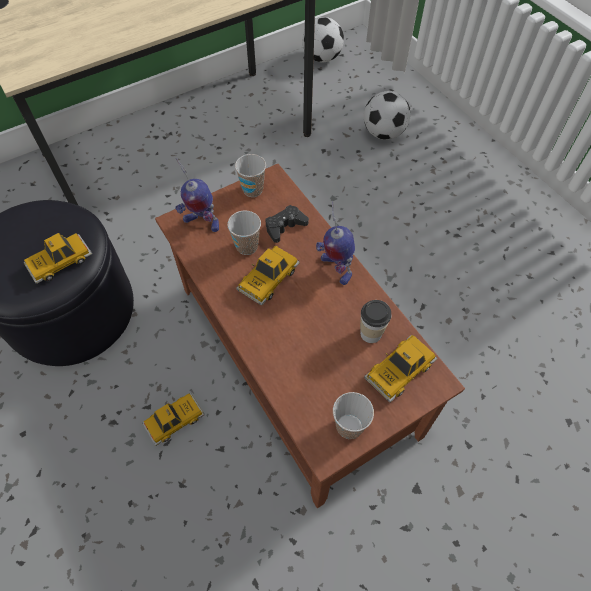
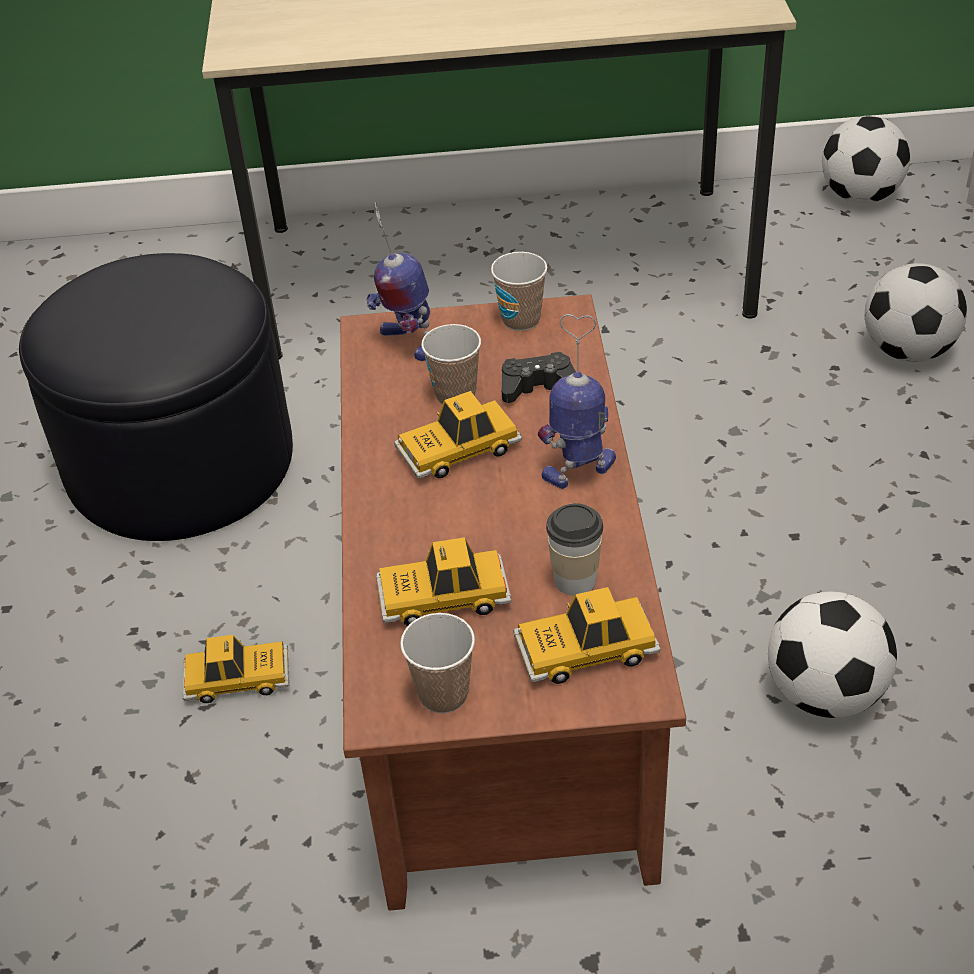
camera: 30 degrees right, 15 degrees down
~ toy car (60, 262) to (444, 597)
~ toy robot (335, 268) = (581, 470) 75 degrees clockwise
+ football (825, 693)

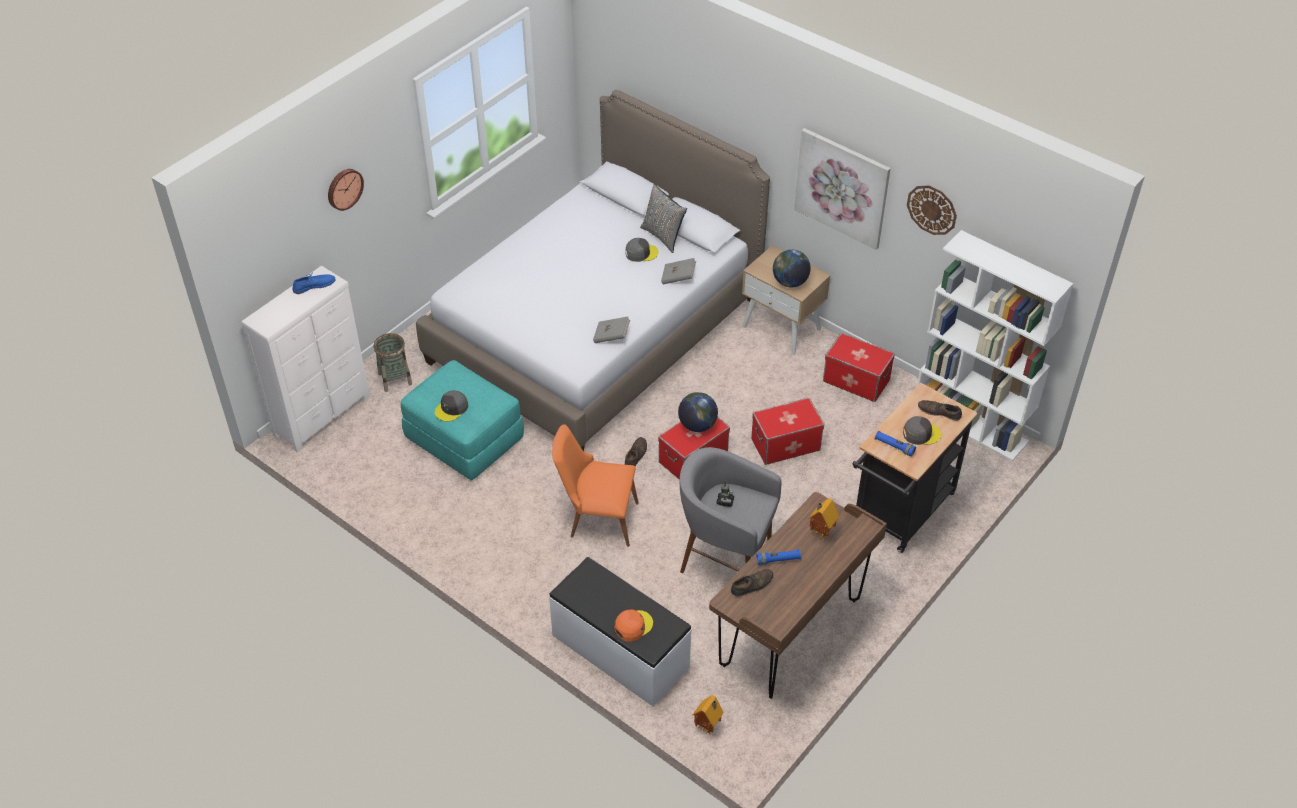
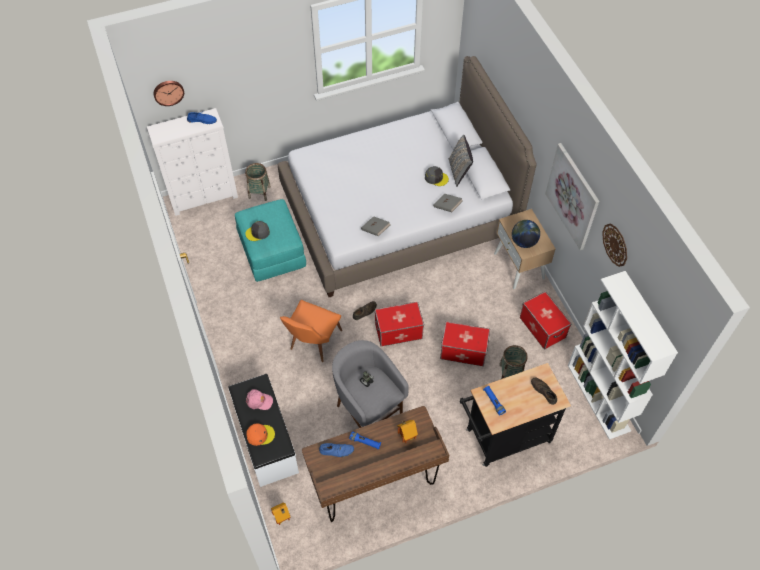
camera: 30 degrees right, 10 degrees up
~ wall clock (344, 188) to (168, 92)
+ pink cap (259, 401)
~ orange chair (596, 518) = (312, 343) 105 degrees counterclockwise
~ brown shoe (752, 585) to blue shoe (336, 450)
+ basket (510, 373)
- globe (697, 425)
- grey cap (921, 433)

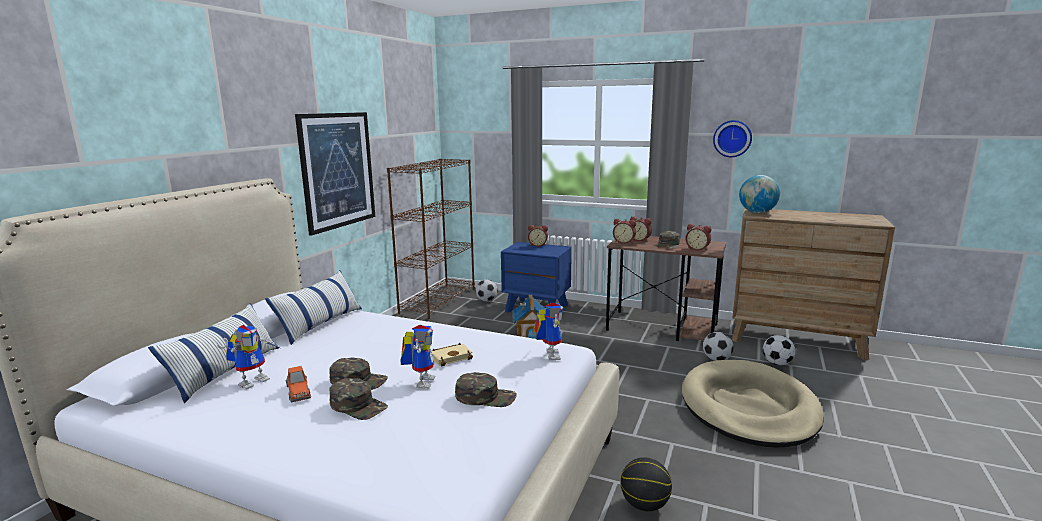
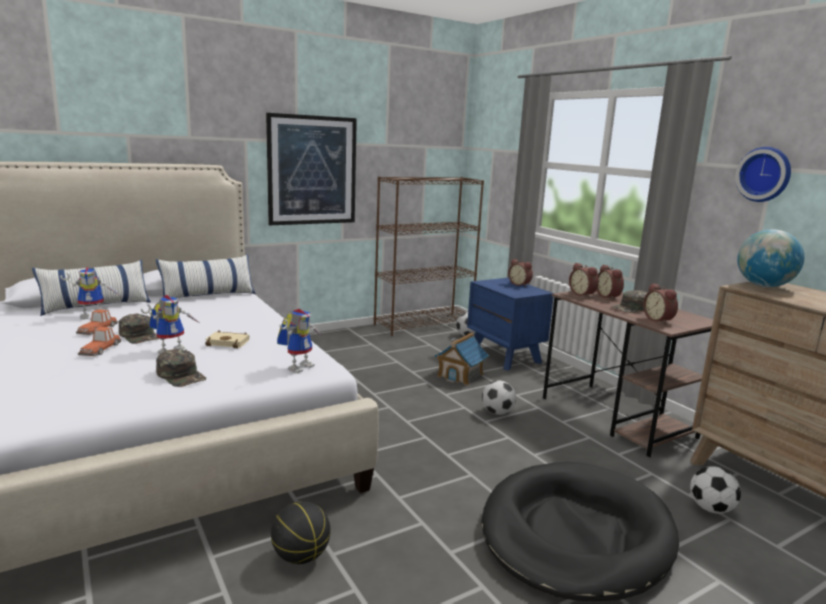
camera: 35 degrees right, 0 degrees up
~ green cap (358, 406) to toy car (100, 349)
~ beige dog bed (748, 408) to black dog bed (575, 534)
~ football (716, 359) to (497, 413)

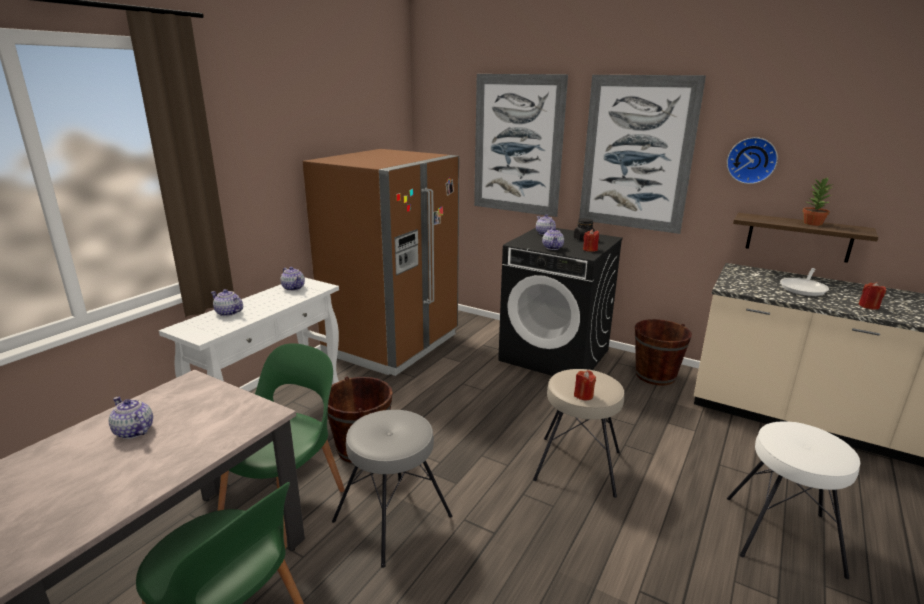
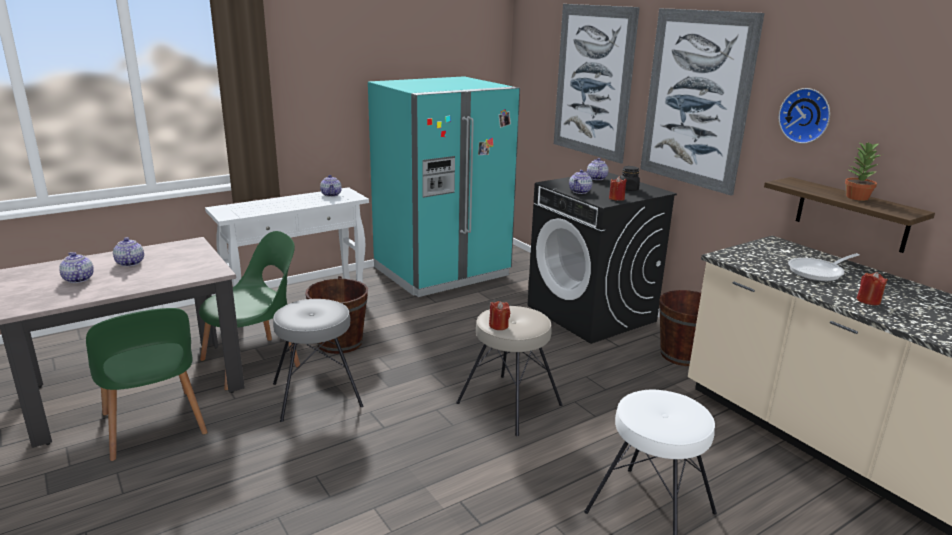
camera: 25 degrees right, 0 degrees up
~ teapot (228, 313) to (78, 279)
~ brown fridge (392, 344) to turquoise fridge (442, 272)

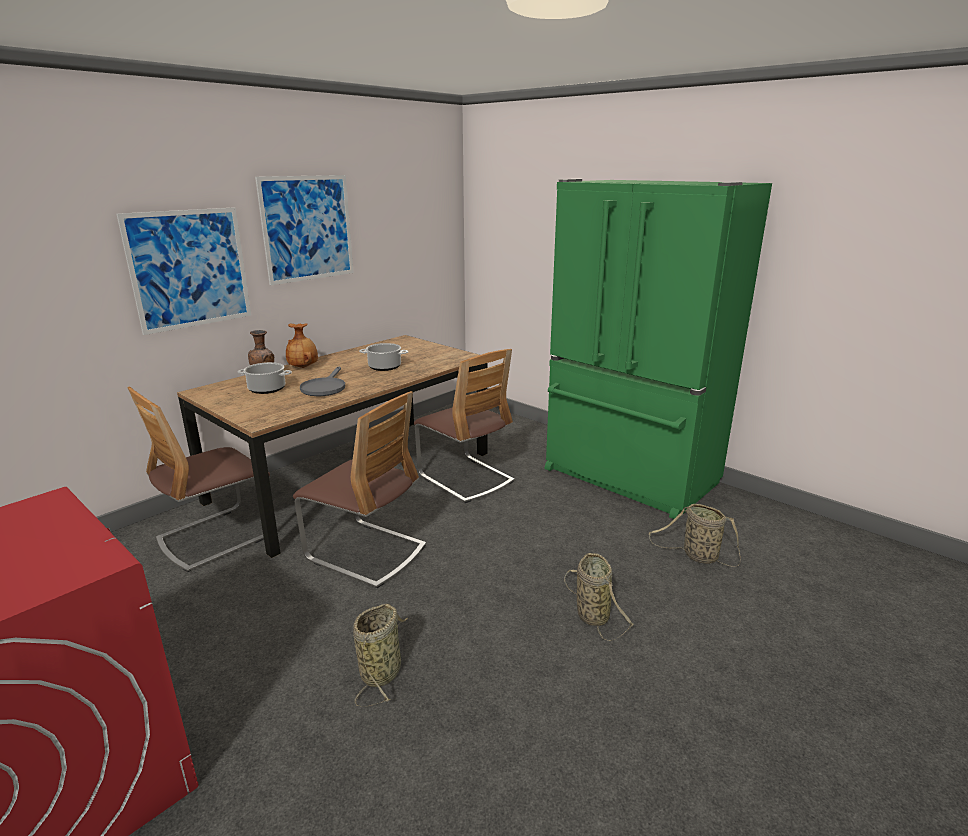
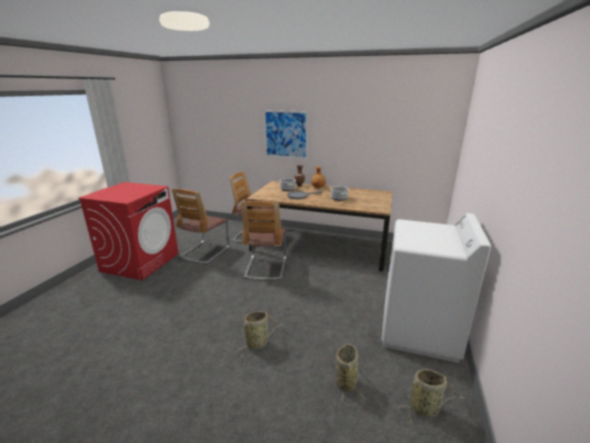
camera: 65 degrees right, 0 degrees up
~ chair (465, 478) to (205, 252)
~ green fridge (628, 478) to white washing machine (419, 331)
~ basket (382, 671) to (426, 408)
- picture (307, 228)

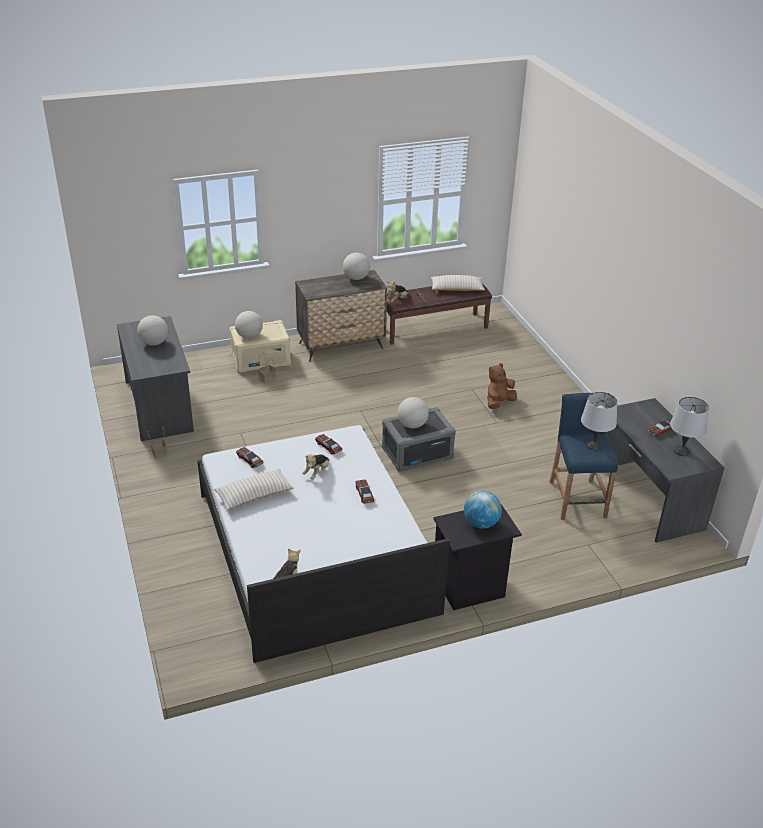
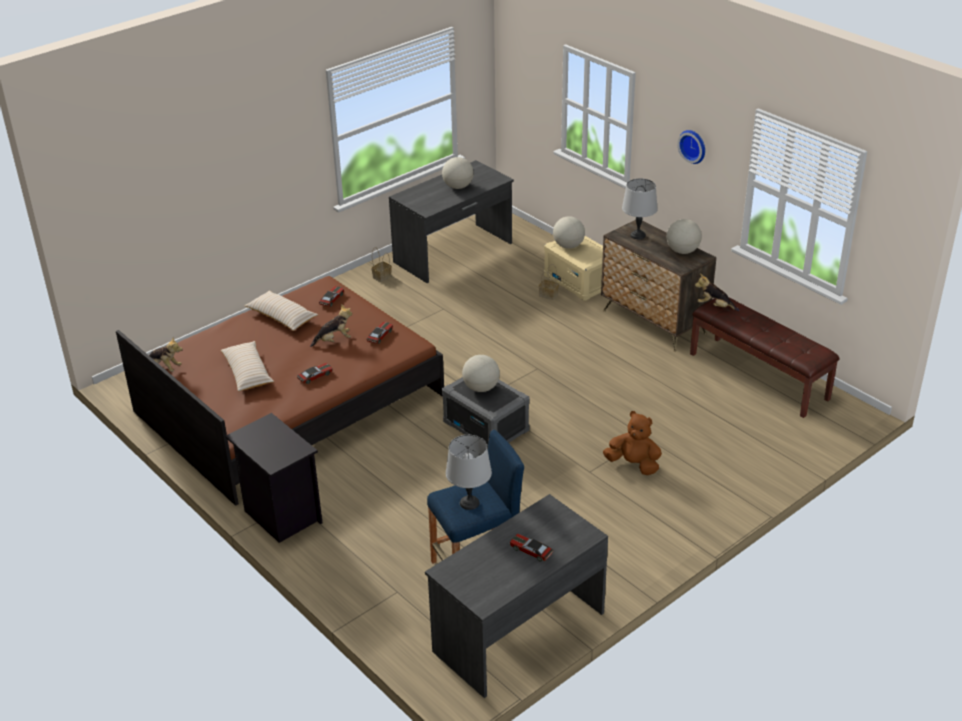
camera: 70 degrees right, 0 degrees up
~ white bed (315, 551) to brown bed (289, 403)
~ beige pillow (457, 289) to (247, 373)
~ plush toy (317, 472) = (334, 340) 150 degrees clockwise
~ grey table lamp (681, 451) to (638, 235)
+ wall clock (693, 146)
- globe (481, 523)

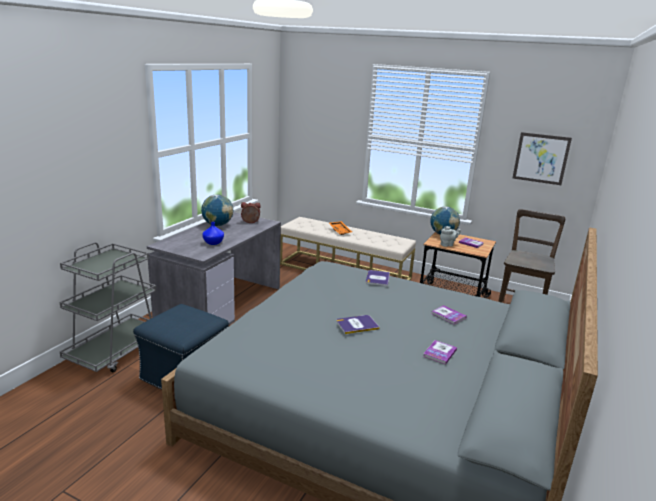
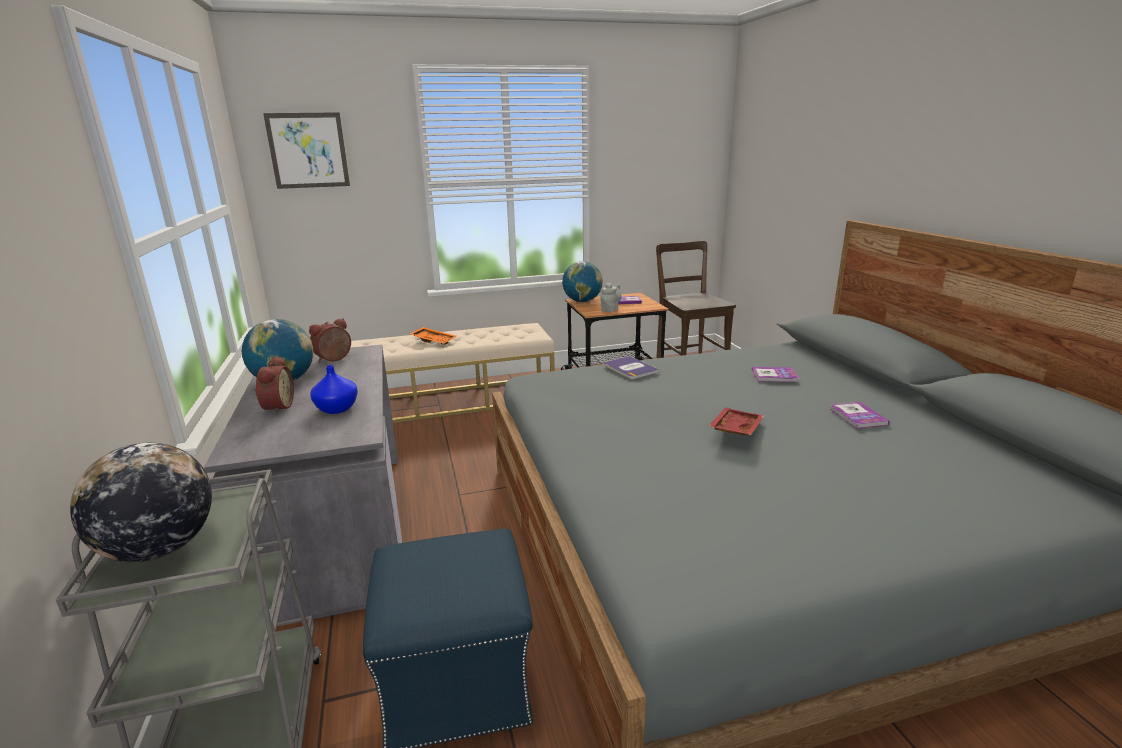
camera: 40 degrees left, 0 degrees up
+ globe (160, 549)
+ alarm clock (276, 407)
~ picture (541, 158) to (308, 150)
~ book (357, 325) to red tray (734, 429)

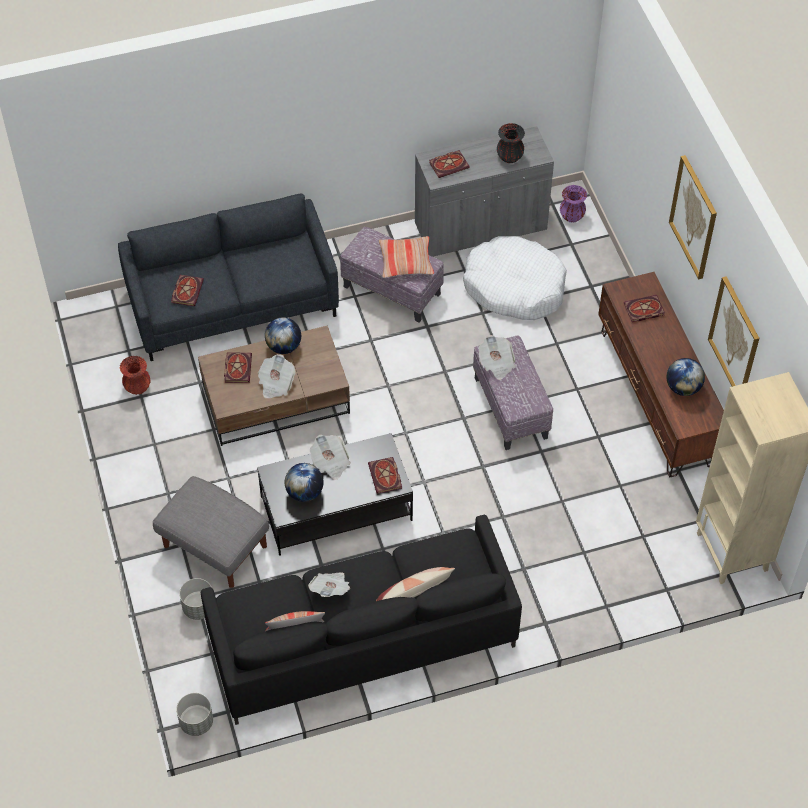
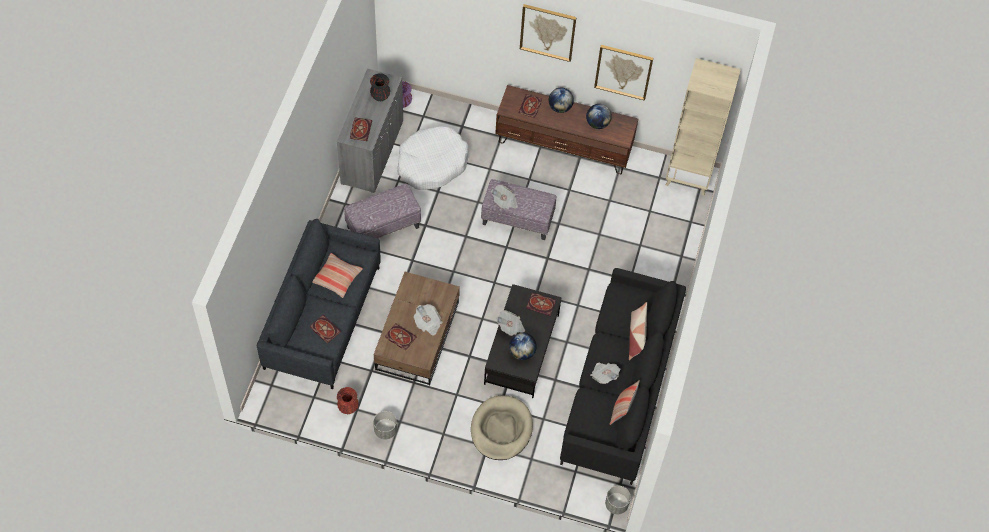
camera: 60 degrees left, 5 degrees up
~ pillow (406, 262) to (337, 278)
~ grey planter (198, 607) to (385, 430)
~ grey ottoman (214, 546) to beige dog bed (501, 429)
~ globe (284, 346) to (560, 107)

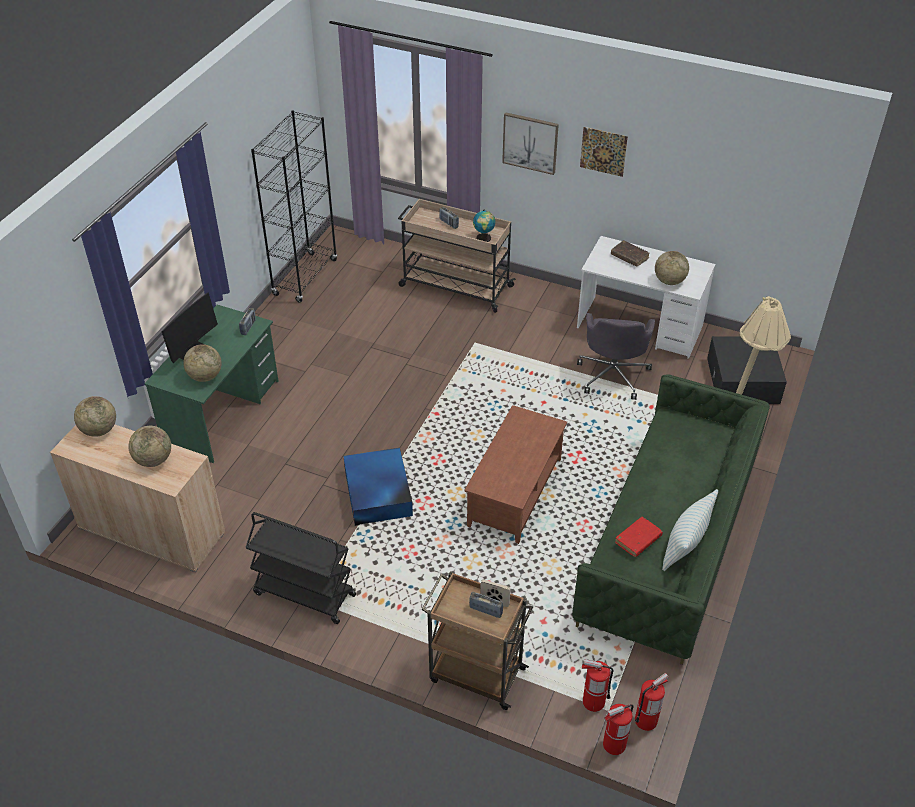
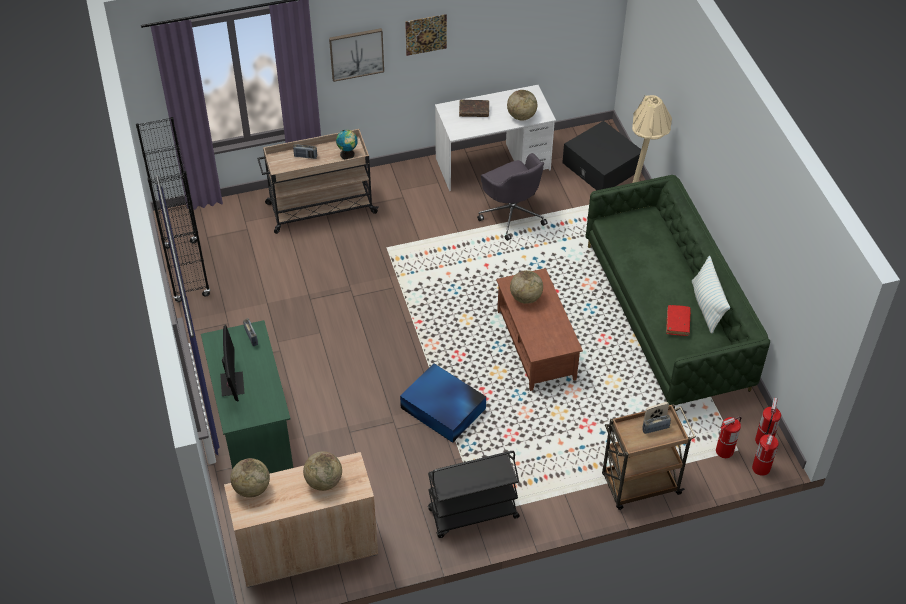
camera: 40 degrees left, 5 degrees up
~ globe (205, 376) to (525, 297)

